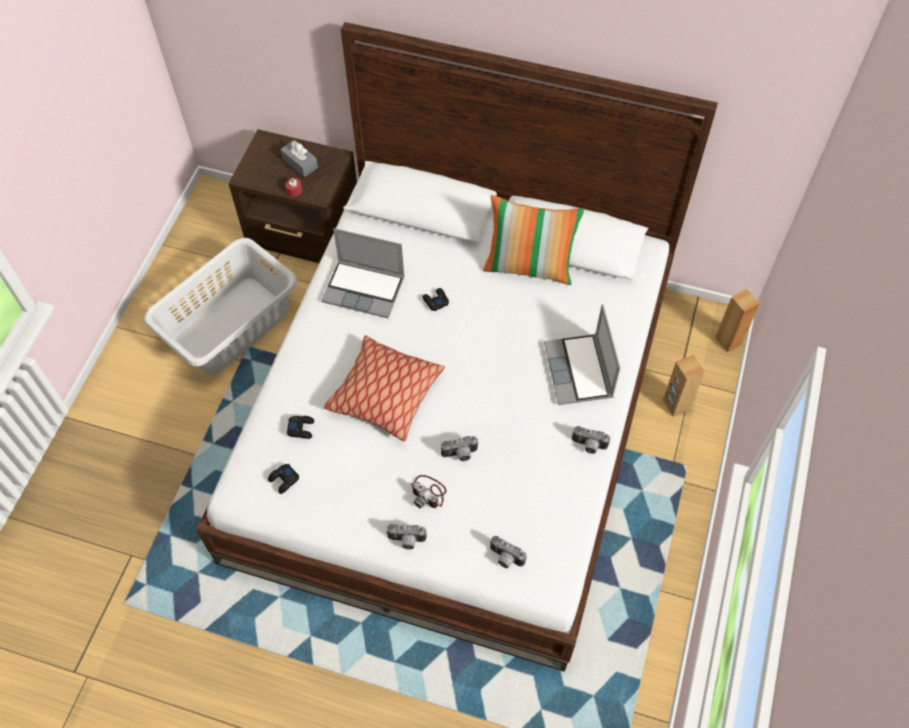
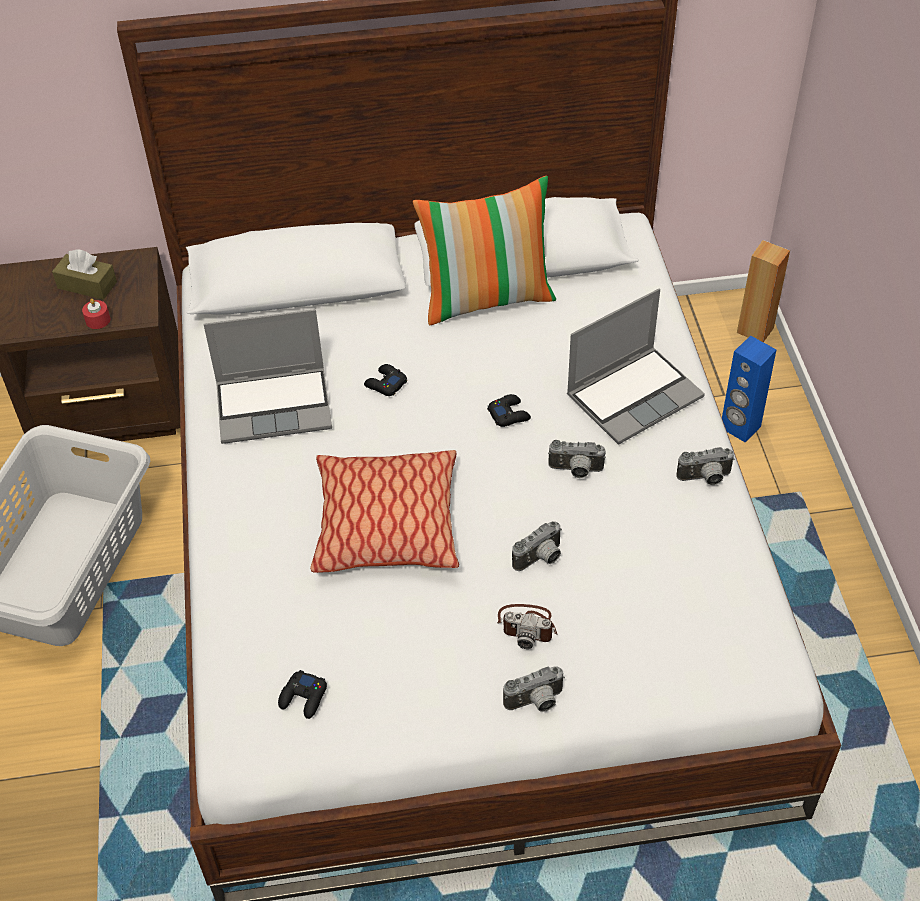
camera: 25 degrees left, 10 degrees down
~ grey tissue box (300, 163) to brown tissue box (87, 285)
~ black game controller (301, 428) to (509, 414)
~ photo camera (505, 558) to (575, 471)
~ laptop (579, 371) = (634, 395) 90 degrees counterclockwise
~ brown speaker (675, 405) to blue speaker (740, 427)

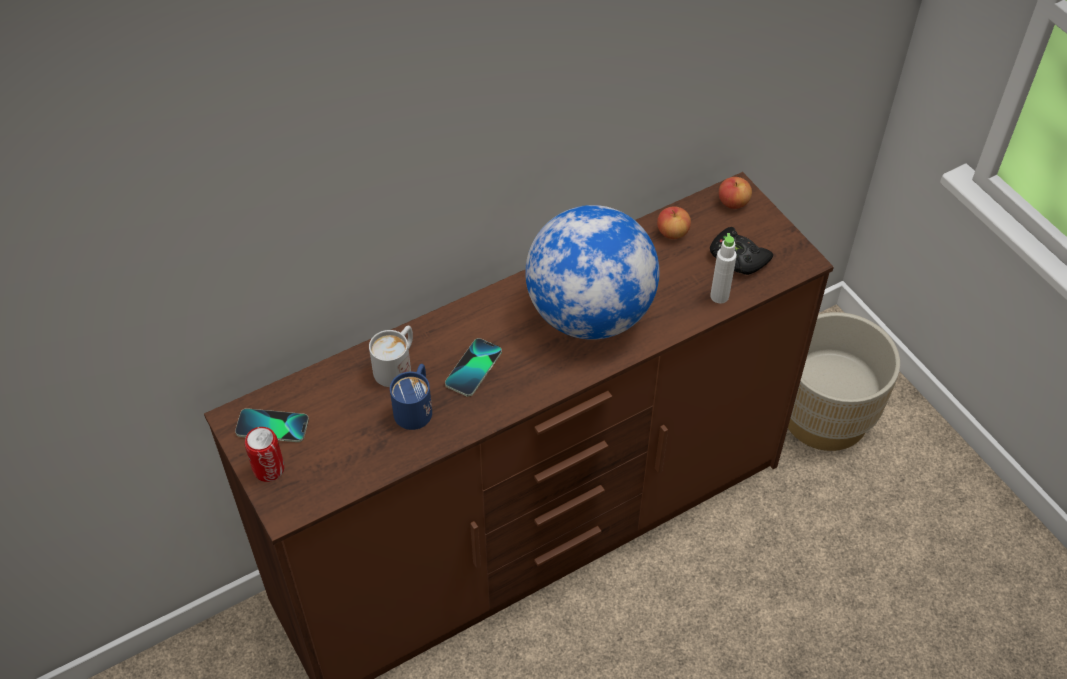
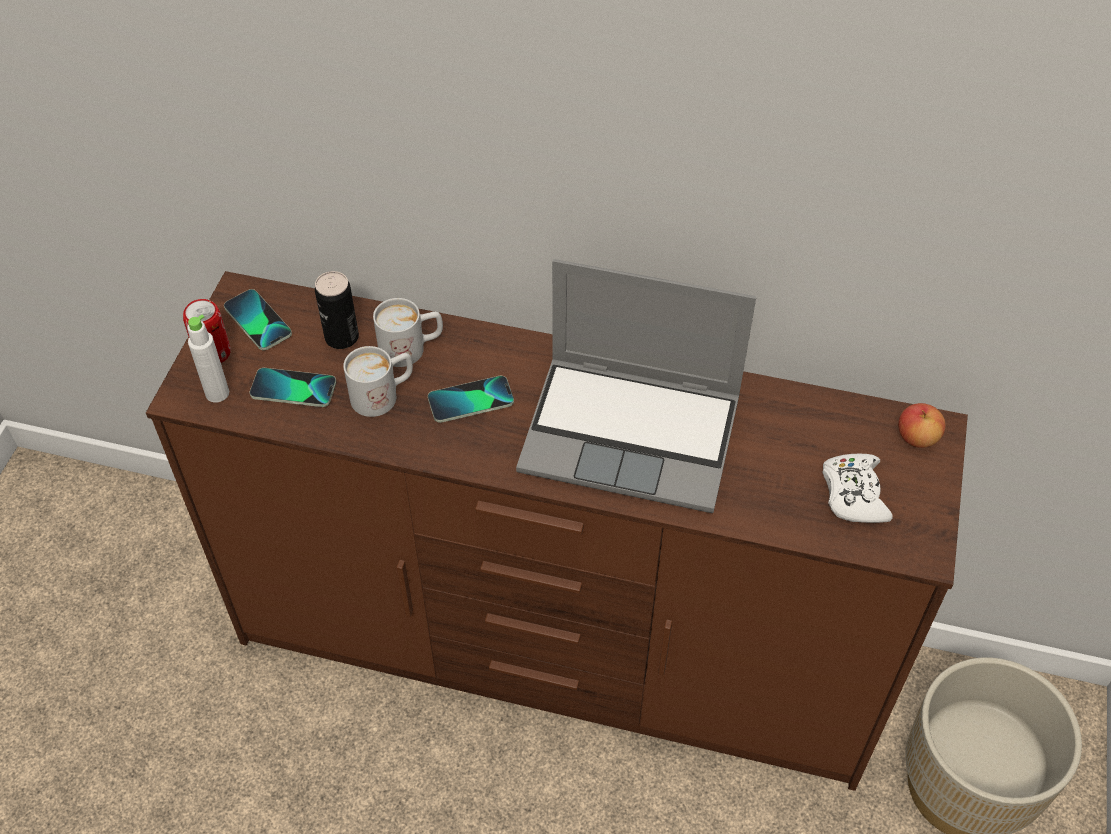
camera: 45 degrees right, 0 degrees up
~ white bottle (719, 296) to (217, 393)
+ phone (293, 389)
+ can (342, 337)
~ blue mug (416, 406) to white mug (383, 394)
~ globe (589, 314) to laptop (633, 434)
~ black game controller (738, 257) to white game controller (853, 494)
- apple (672, 232)

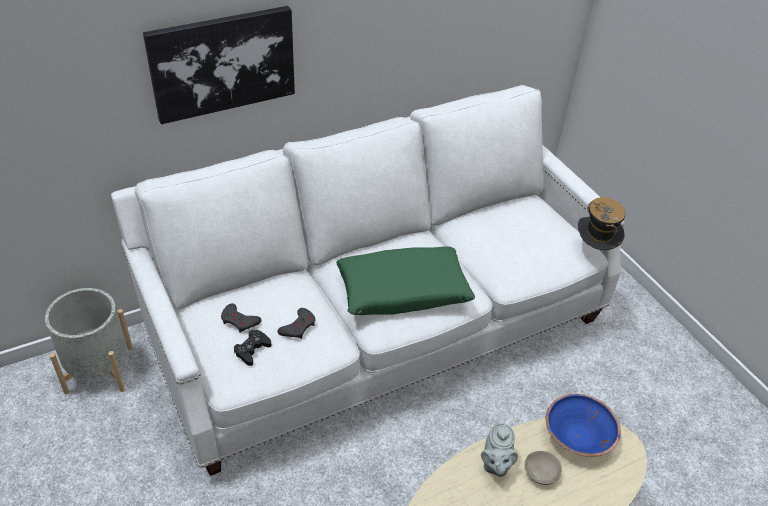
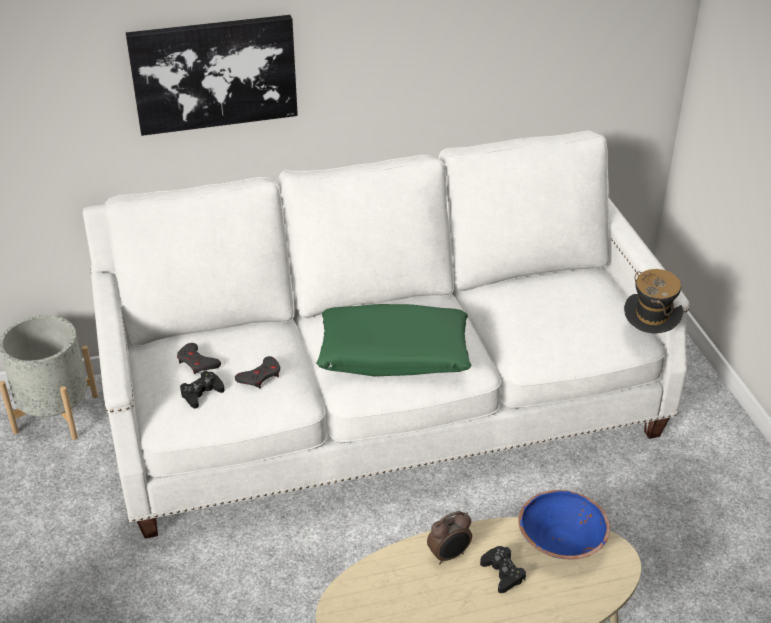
camera: 15 degrees right, 5 degrees down
~ grey teapot (495, 465) to alarm clock (449, 555)
~ beige bowl (542, 473) to black game controller (502, 573)

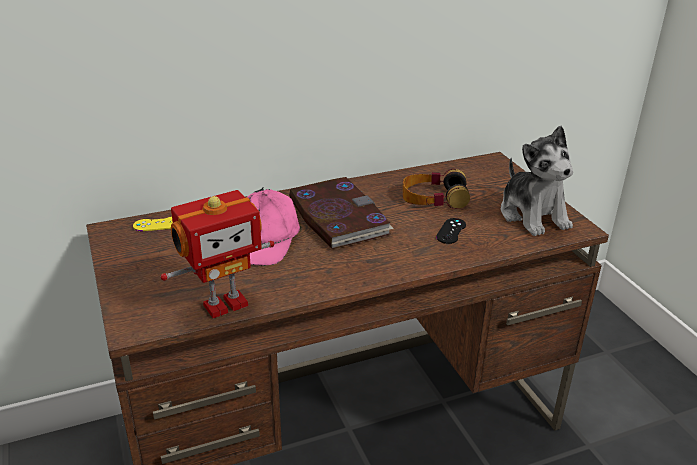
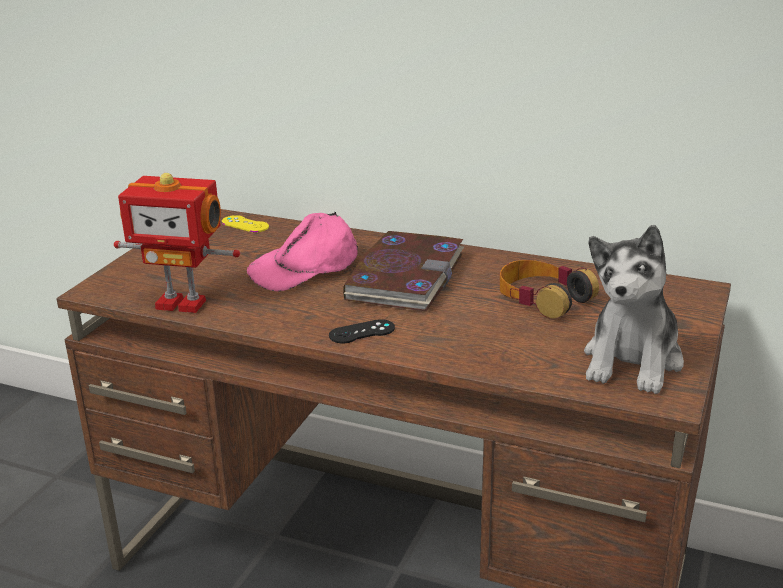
camera: 45 degrees right, 5 degrees down
~ black game controller (451, 231) to (362, 332)

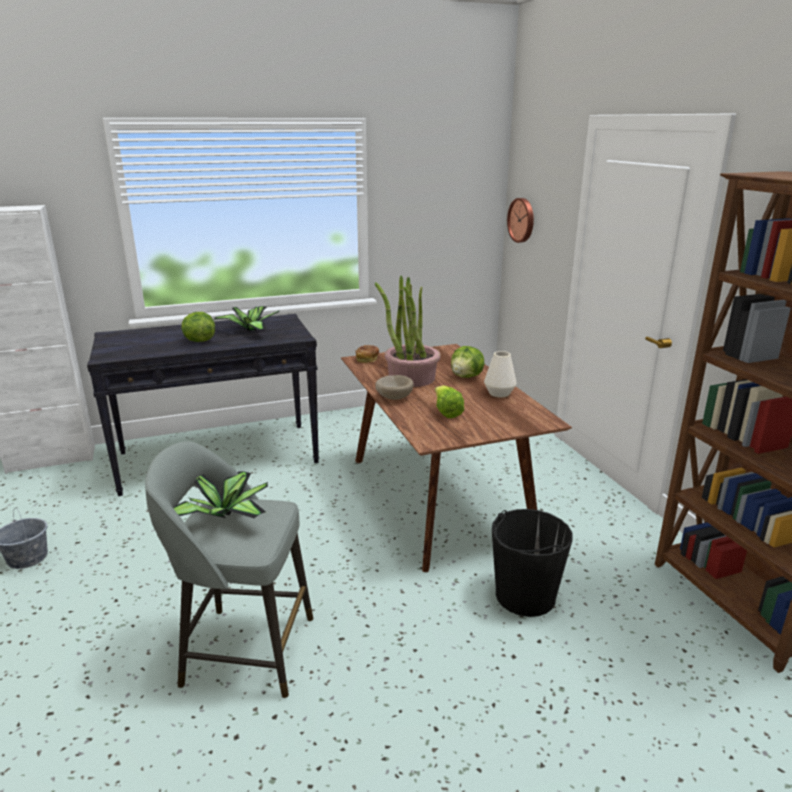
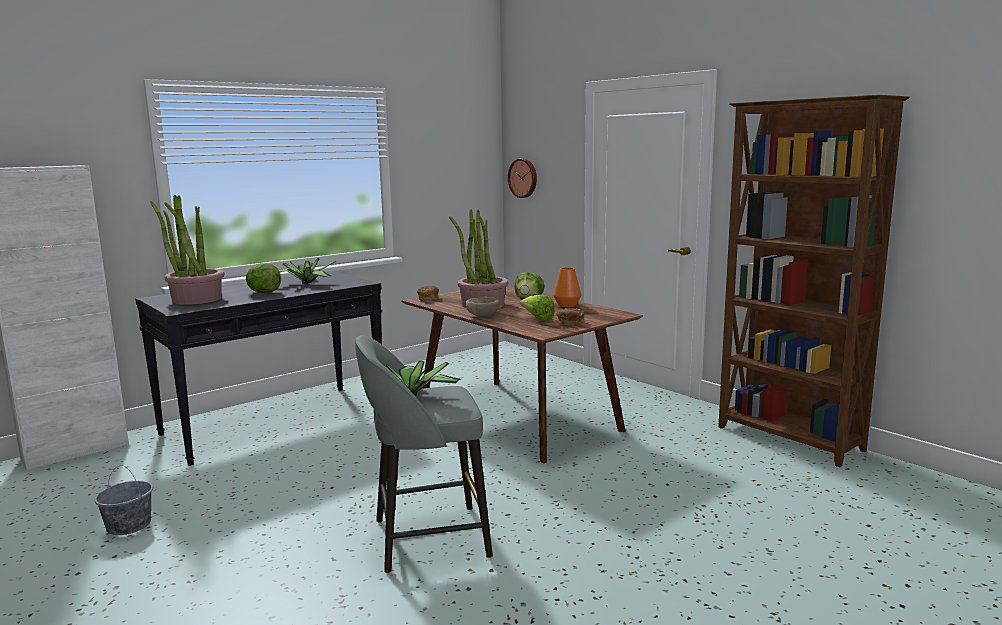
camera: 20 degrees left, 10 degrees down
+ potted plant (196, 299)
~ white vase (499, 393) to orange vase (567, 305)
+ bread (570, 323)
- black bucket (524, 596)

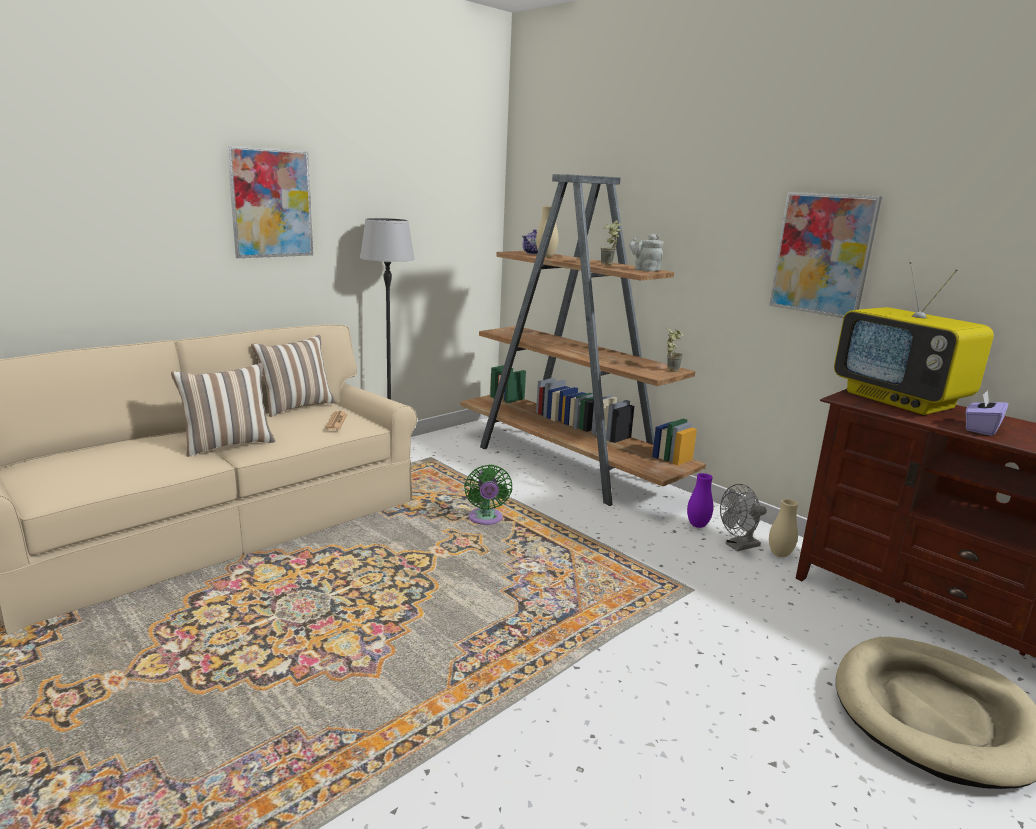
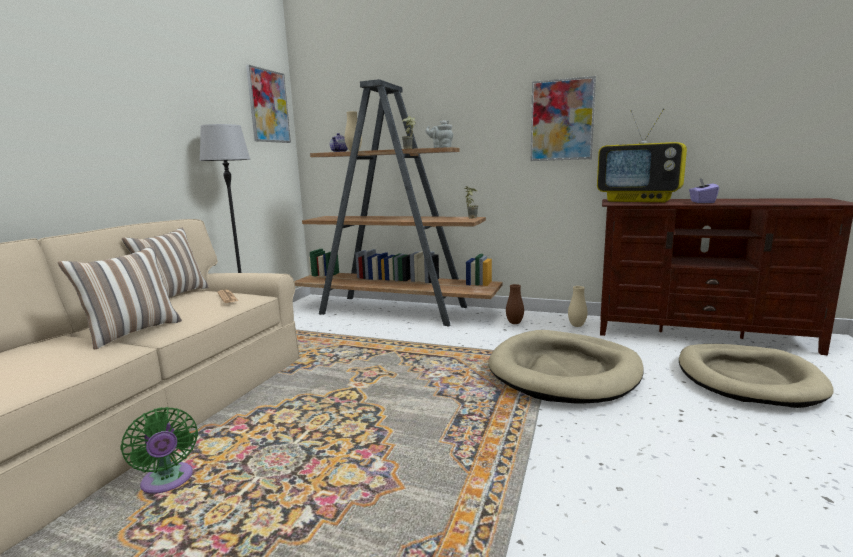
camera: 25 degrees left, 5 degrees down
~ green fan (485, 519) to (168, 482)
~ picture (271, 203) to (268, 106)
+ beige dog bed (564, 372)
~ purple vase (697, 525) to brown vase (514, 323)
- grey fan (738, 546)

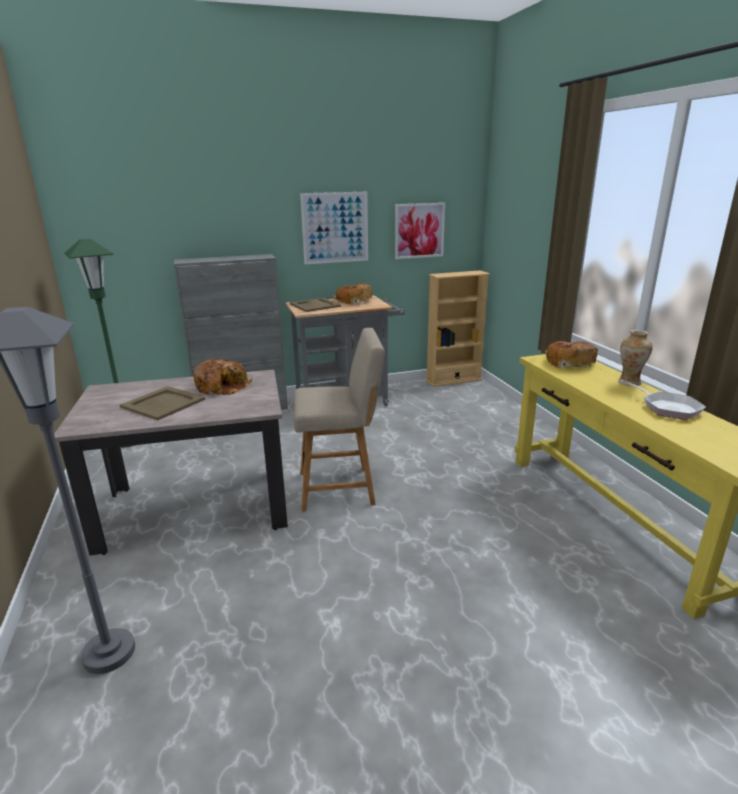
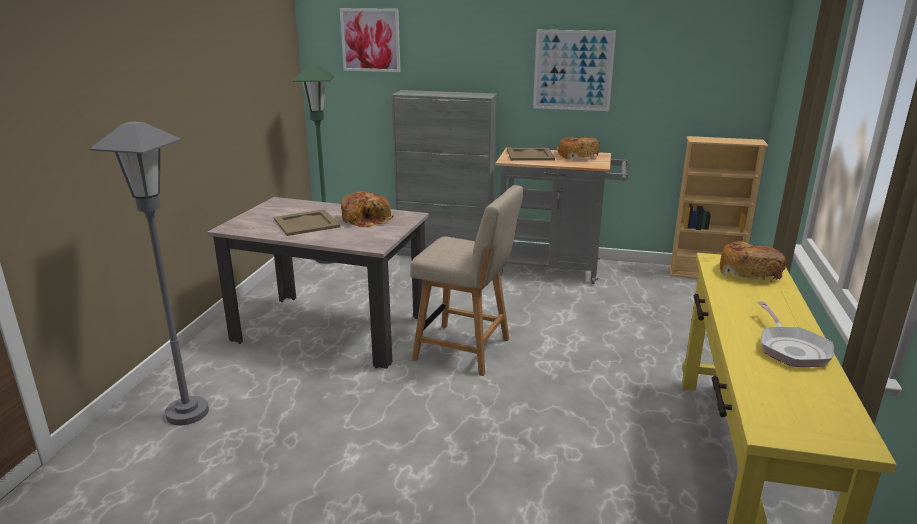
camera: 30 degrees right, 0 degrees up
~ picture (419, 230) to (370, 40)
- vase (629, 382)

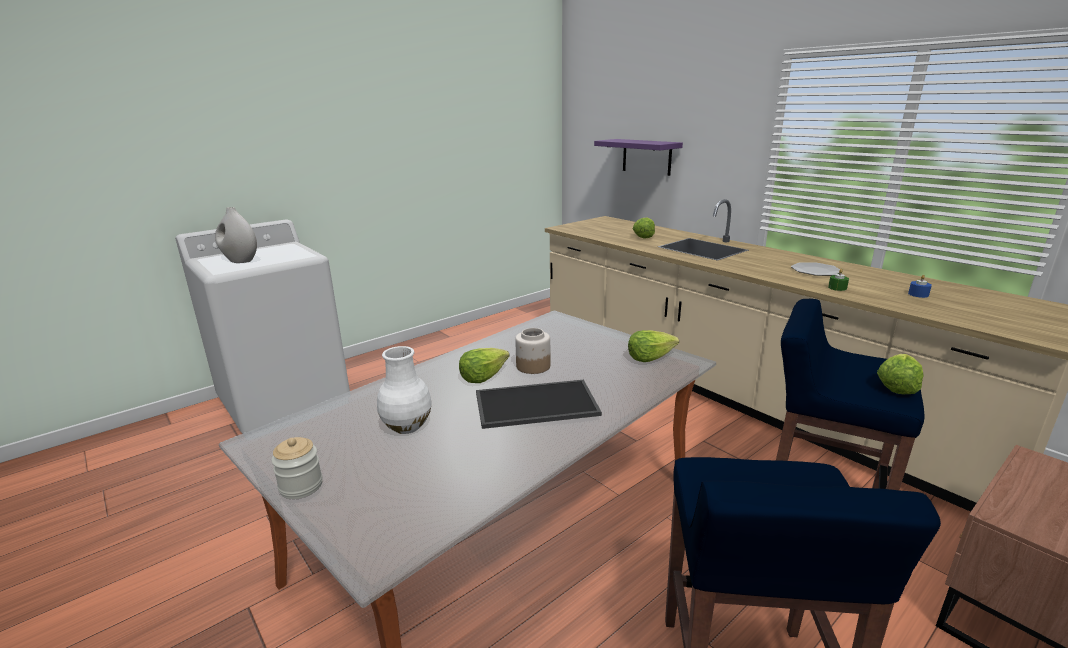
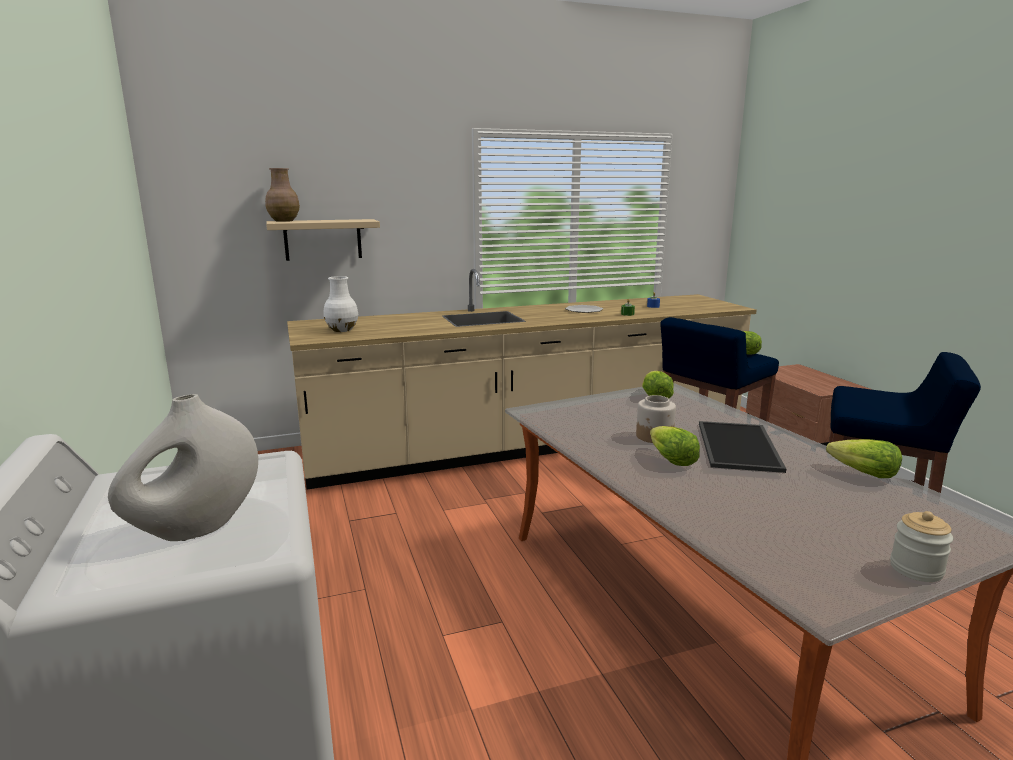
camera: 70 degrees left, 5 degrees down
+ brown vase (284, 221)
~ purple shelf (646, 156) to beige shelf (323, 239)
~ white vase (407, 426) to (342, 330)
~ lettuce (644, 236) to (863, 473)

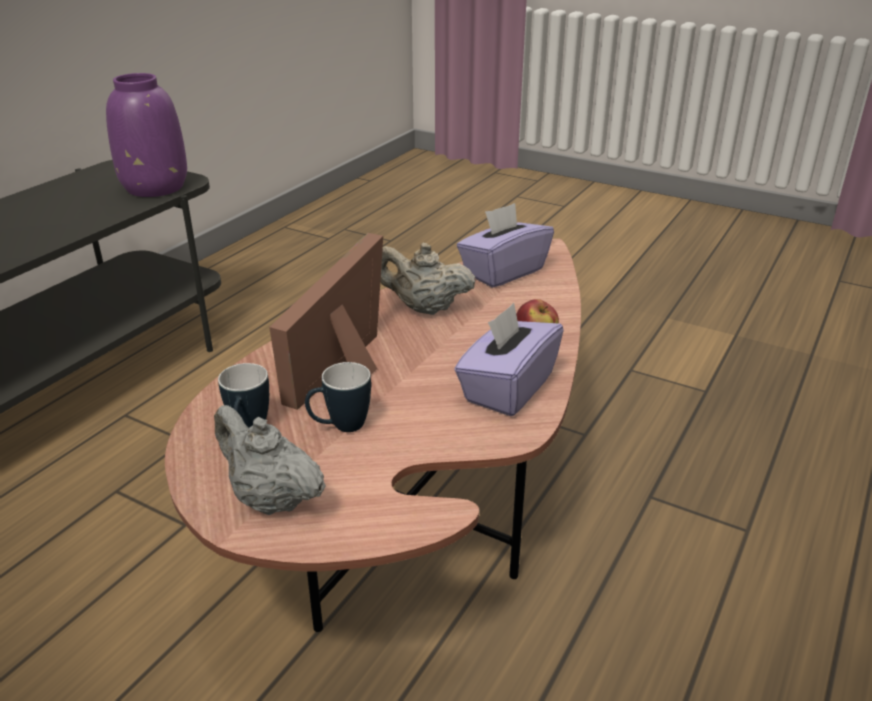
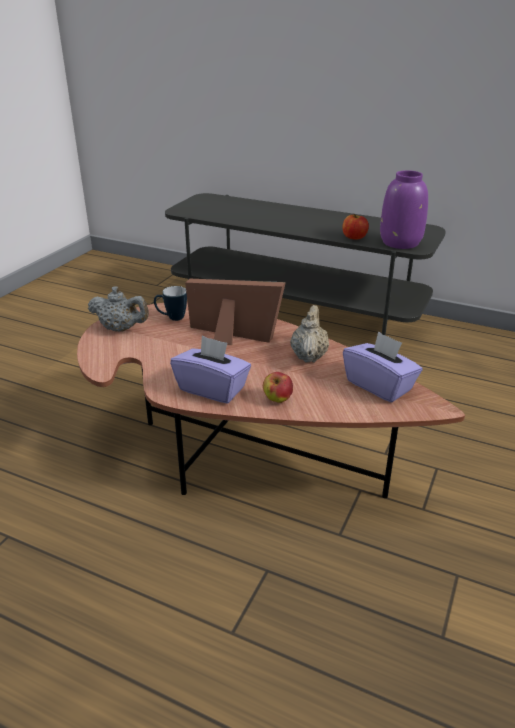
camera: 85 degrees right, 0 degrees up
~ grey teapot (270, 498) = (121, 329) 75 degrees clockwise
+ apple (354, 237)
- mug (340, 427)

